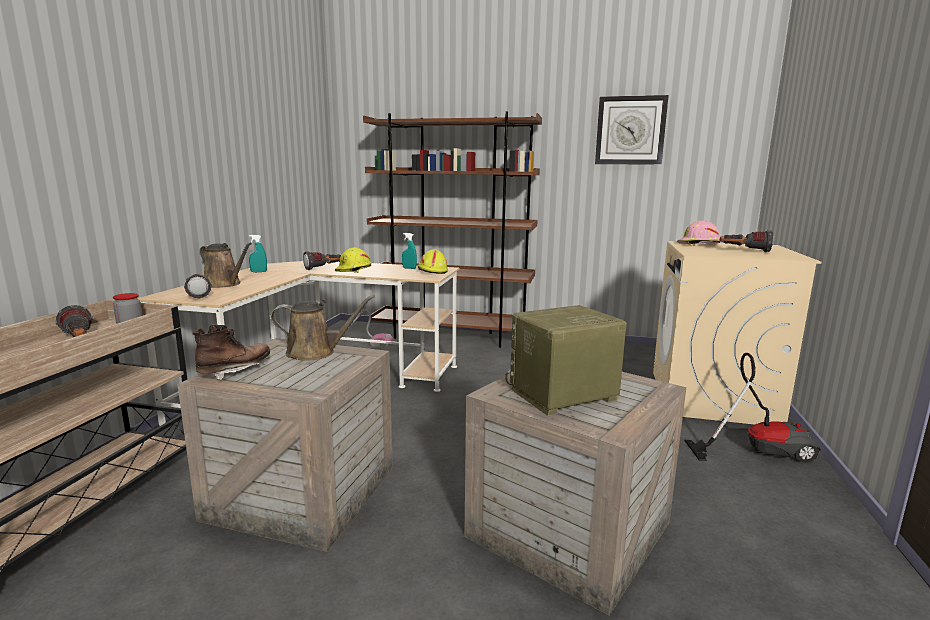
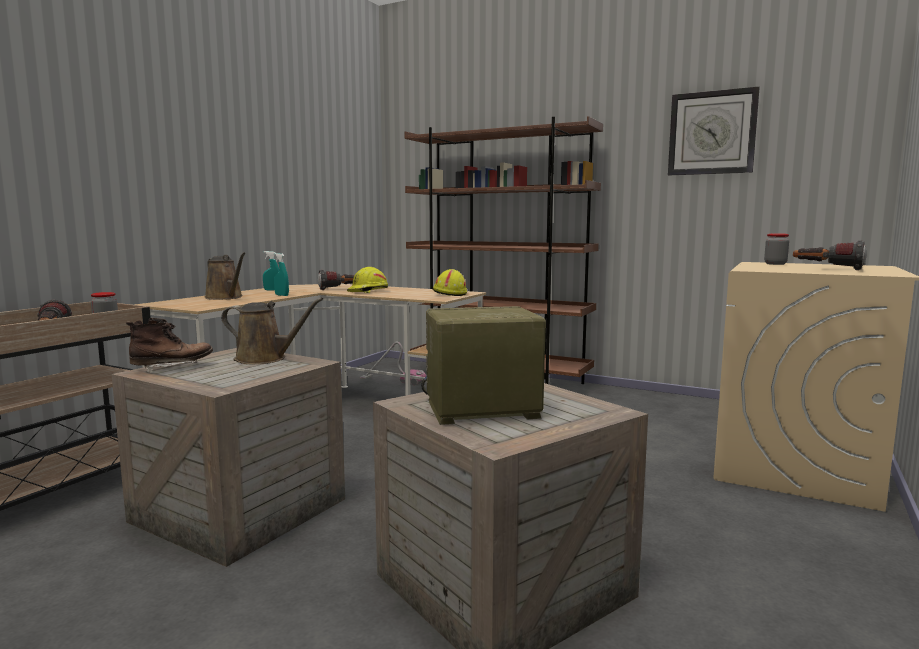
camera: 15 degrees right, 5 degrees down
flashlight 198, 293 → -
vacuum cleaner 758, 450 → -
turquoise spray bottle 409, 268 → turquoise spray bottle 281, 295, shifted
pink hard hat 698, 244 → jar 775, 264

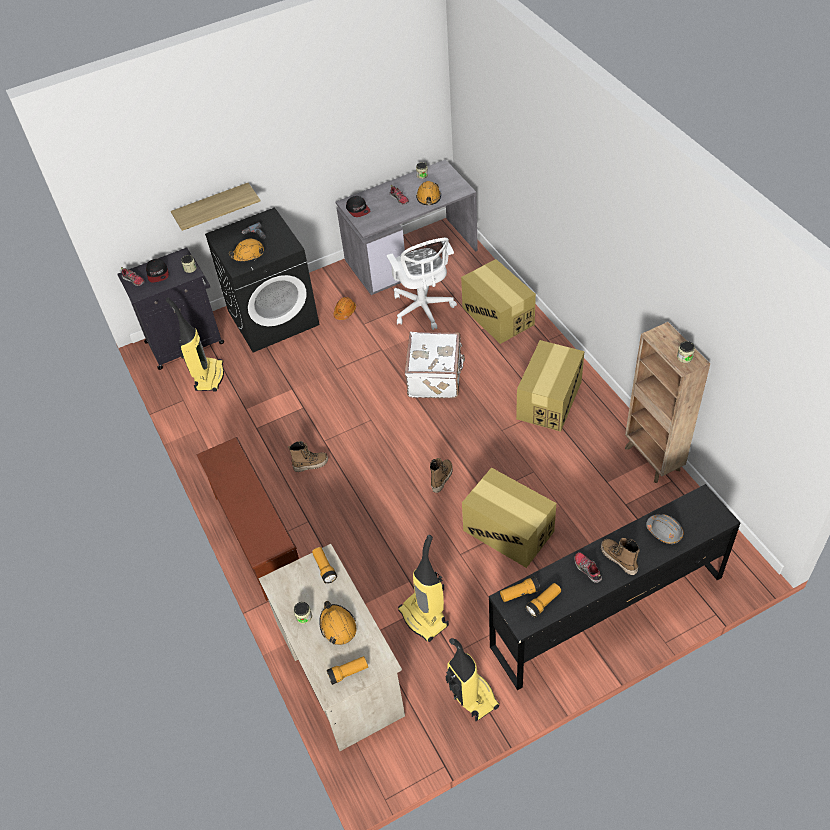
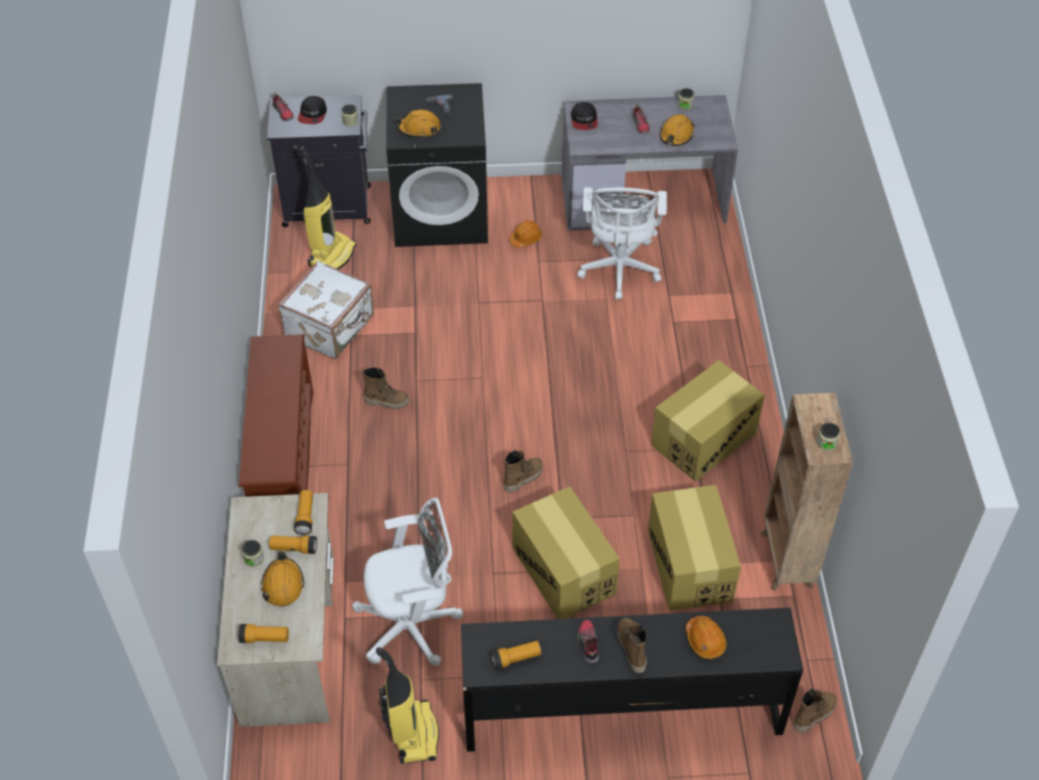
camera: 20 degrees right, 0 degrees up
shelf 212, 207 → -
- → boot 813, 714
white suitcase 436, 378 → white suitcase 331, 327, shifted
cardboard box 498, 316 → cardboard box 689, 565, shifted
flashlight 519, 593 → flashlight 294, 548, shifted
vacuum cleaner 424, 617 → white office chair 412, 626
grey hard hat 664, 531 → orange hard hat 705, 640

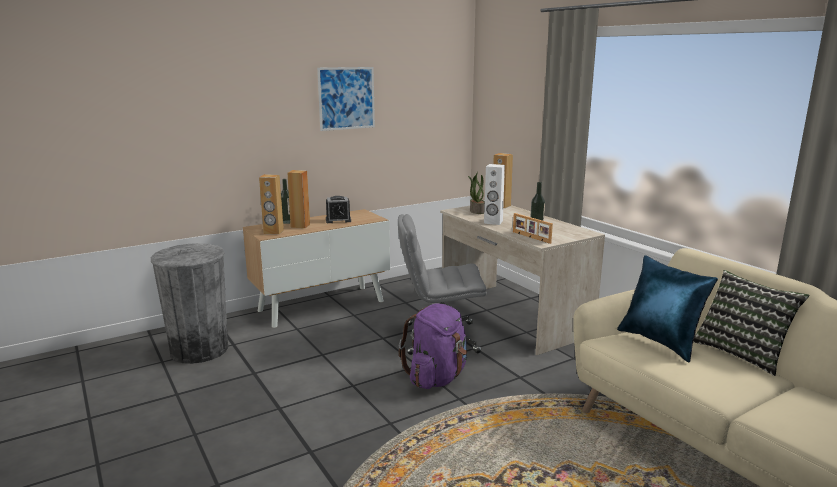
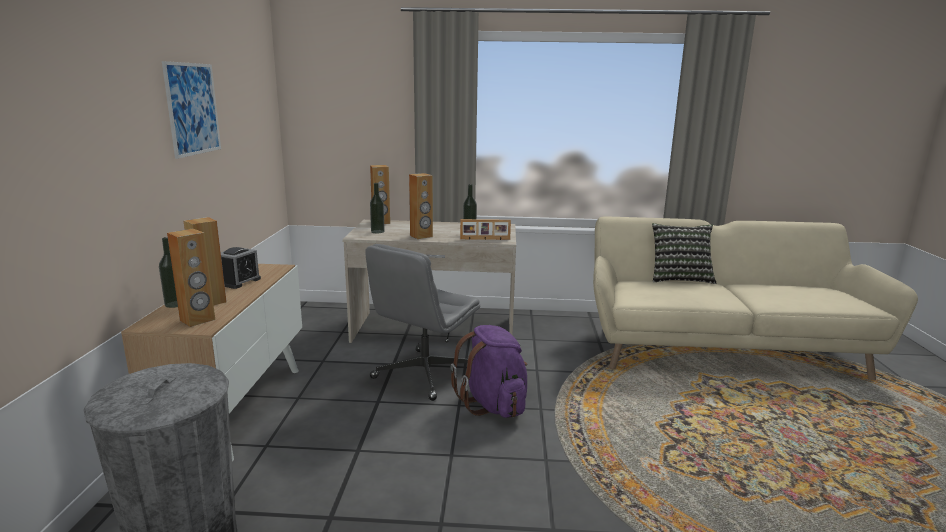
camera: 55 degrees left, 0 degrees up
blue pillow 661, 342 → -
potted plant 476, 211 → bottle 377, 231
white speaker 493, 222 → brown speaker 421, 236

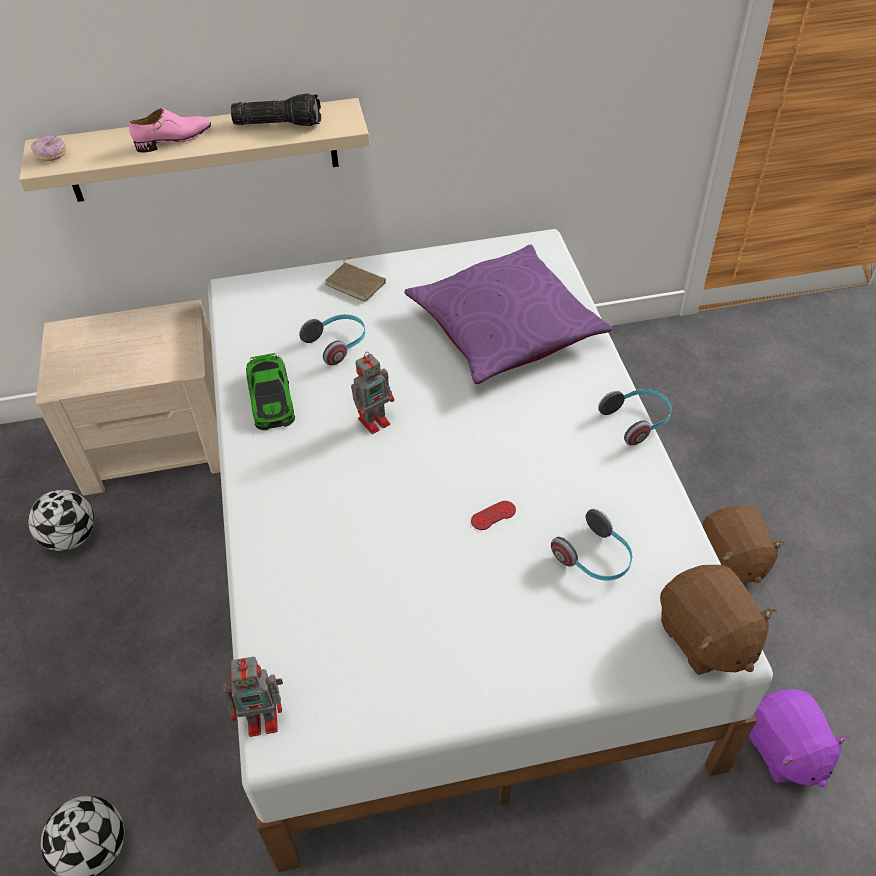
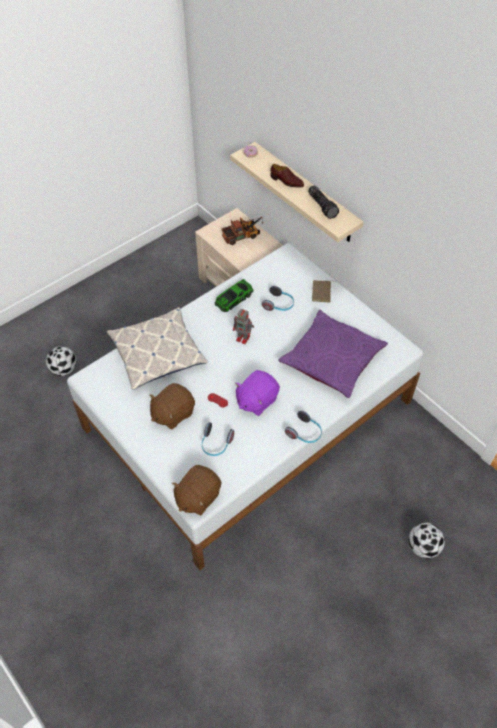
camera: 60 degrees right, 5 degrees up
toy robot 264, 718 → -
- → pillow 157, 353
- → toy truck 243, 236
football 71, 538 → football 422, 547, shifted
brown plush toy 732, 559 → brown plush toy 172, 413, shifted
purple plush toy 784, 750 → purple plush toy 256, 400, shifted
pink shoe 174, 139 → brown shoe 286, 181

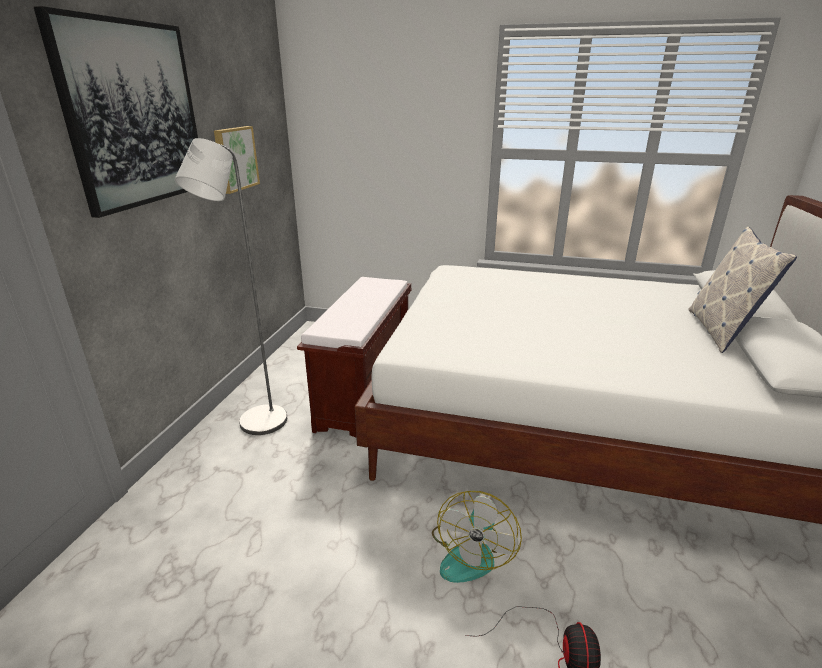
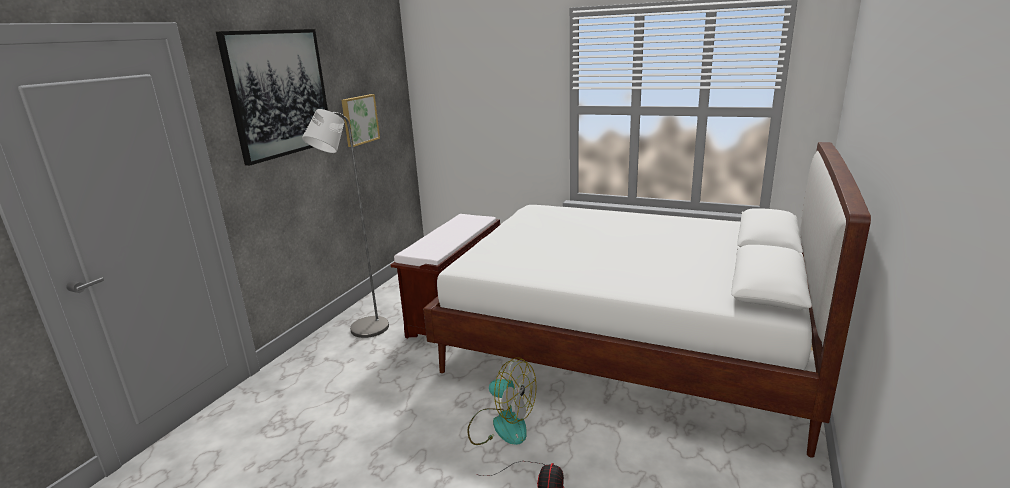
camera: 10 degrees right, 5 degrees down
pillow 721, 331 → -
fan 471, 553 → fan 501, 425, 90 degrees counterclockwise

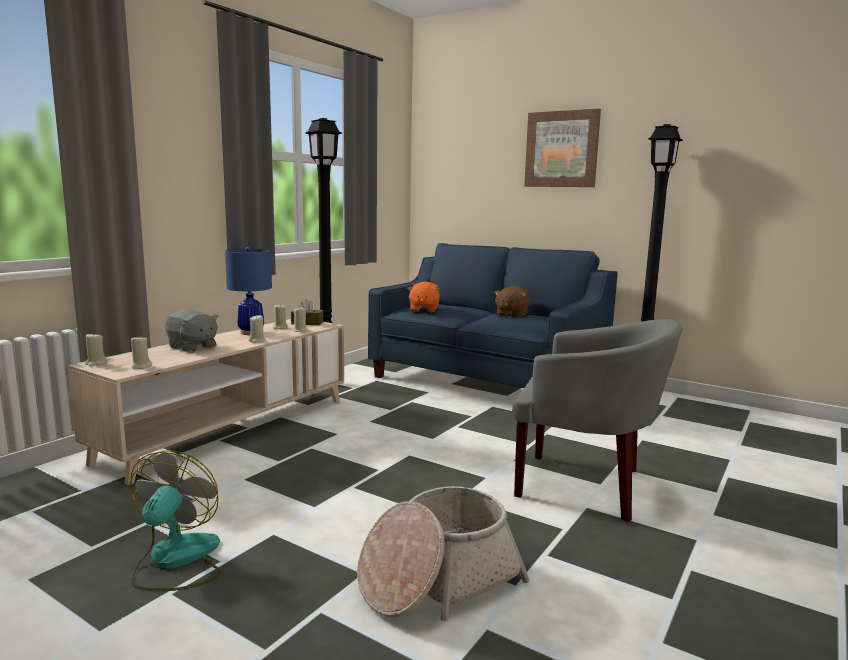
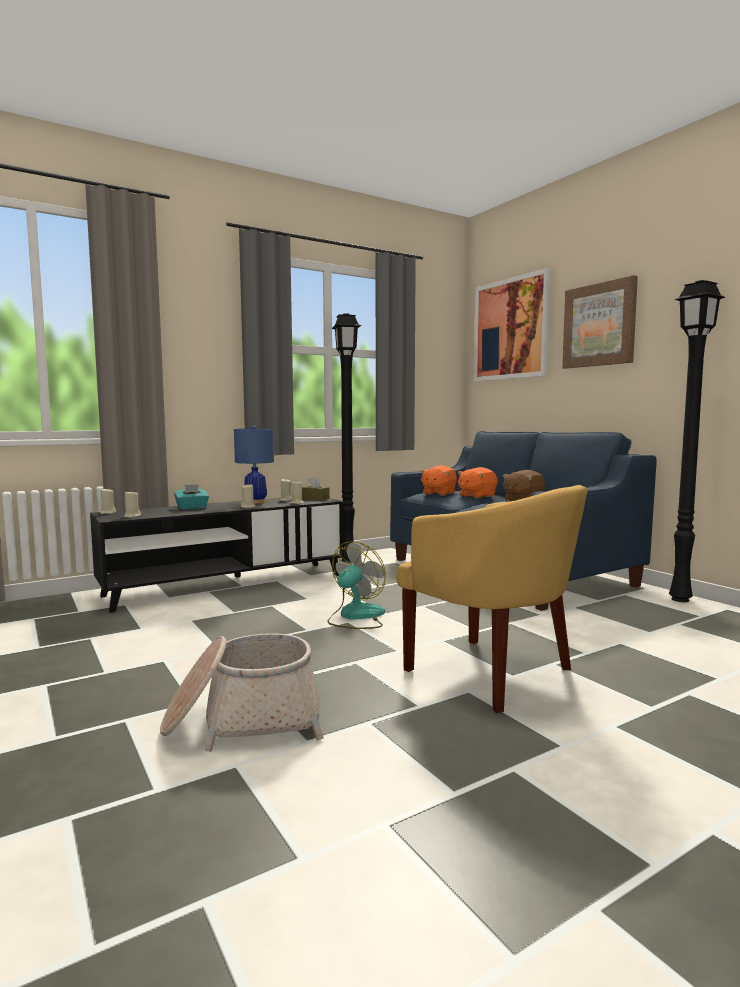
camera: 25 degrees right, 5 degrees down
- → orange plush toy 476, 496
- → picture 511, 329
fan 175, 561 → fan 355, 617, shifted
grey plush toy 192, 347 → turquoise tissue box 192, 508
beige tv stand 230, 429 → black tv stand 227, 585
grey armchair 585, 486 → yellow armchair 492, 673

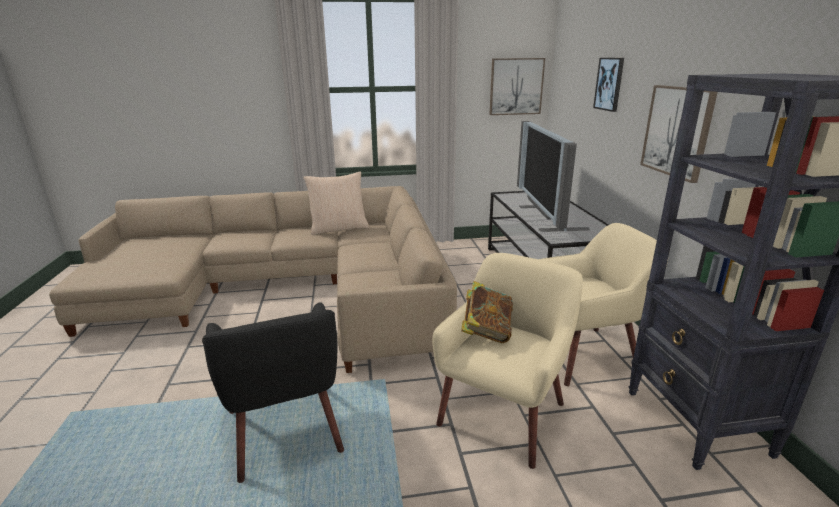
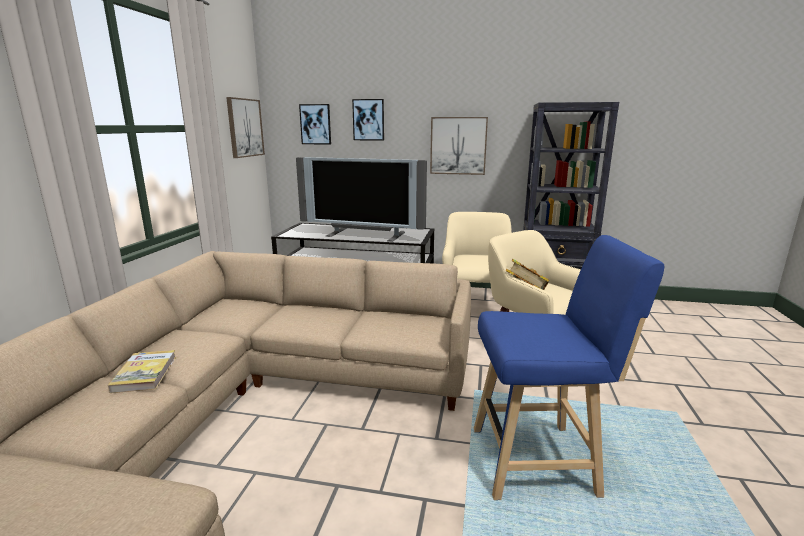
camera: 70 degrees left, 5 degrees down
beige pillow 339, 228 → -
- → book 145, 373
- → picture 315, 124
black armchair 286, 431 → blue stool 540, 460

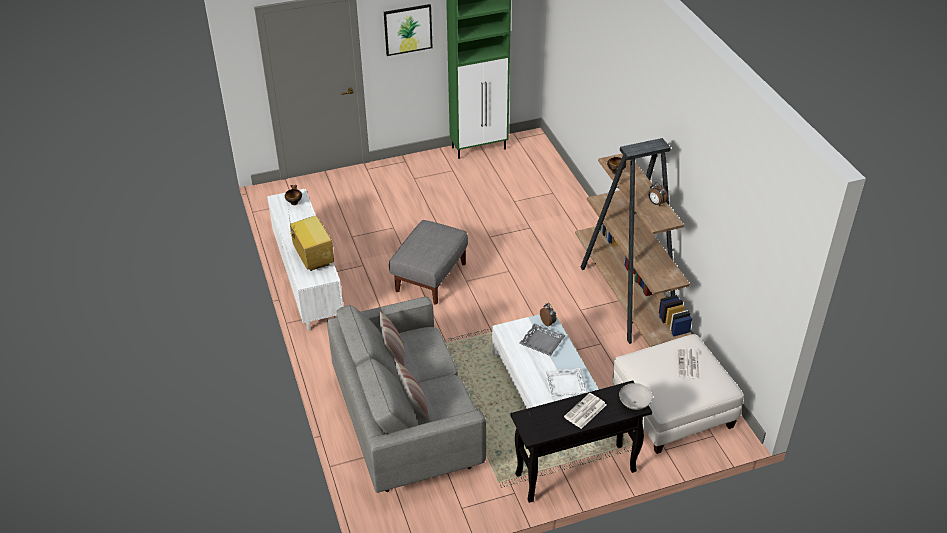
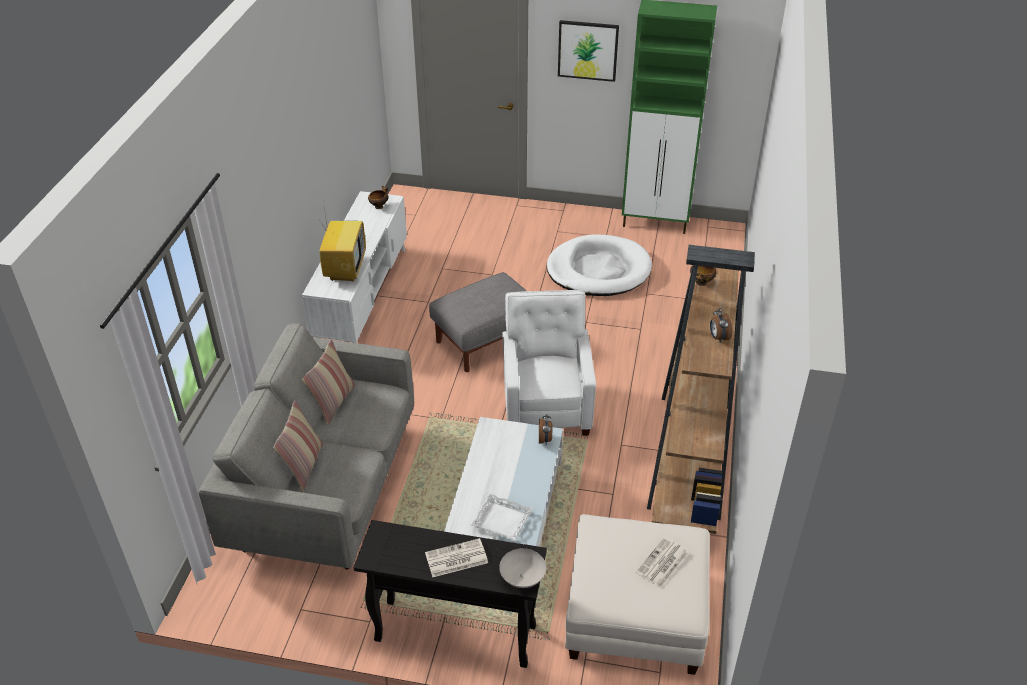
camera: 30 degrees right, 0 degrees up
grey tray 542, 342 → -
- → white armchair 547, 405
- → white dog bed 598, 270

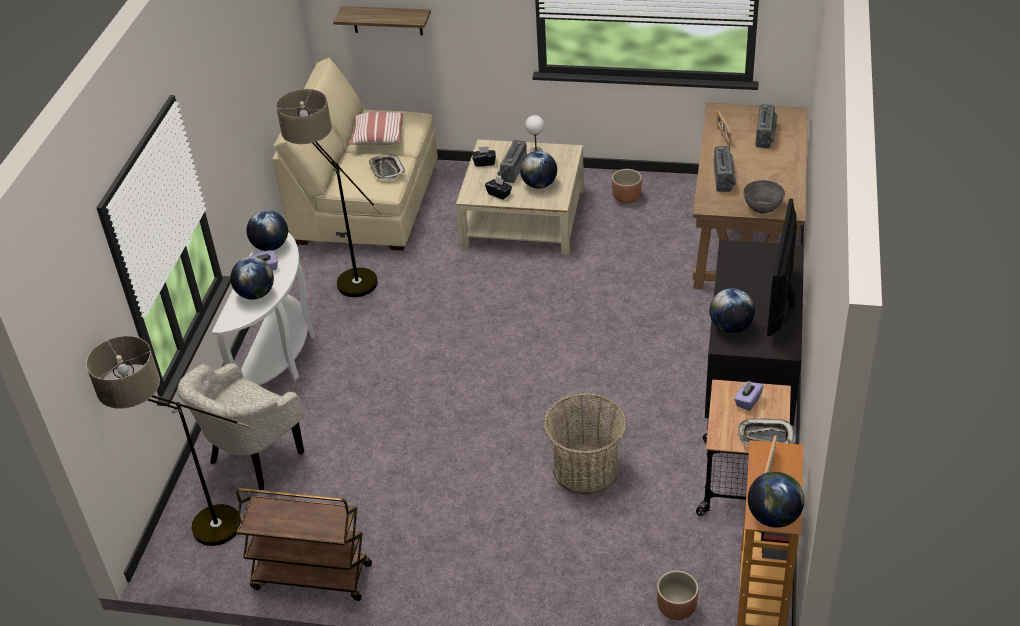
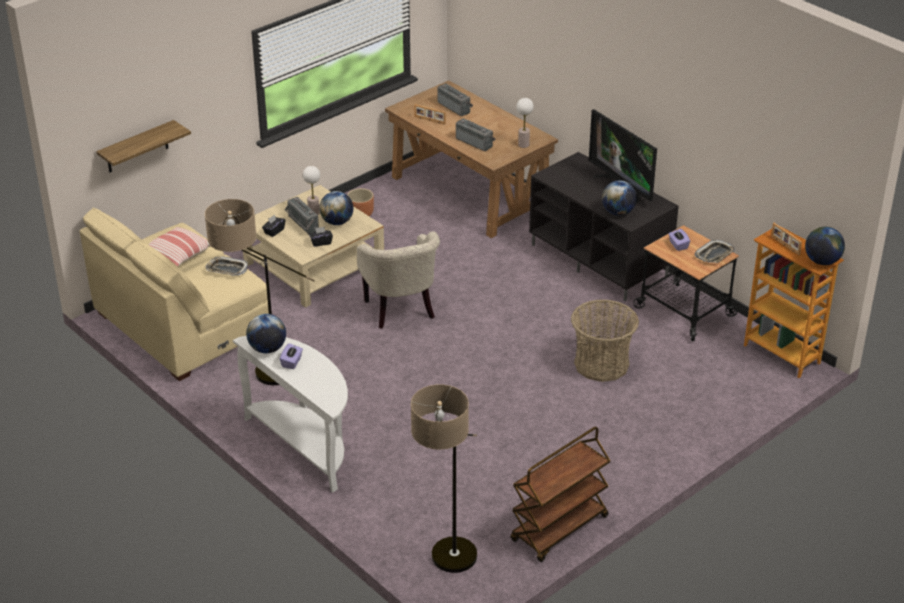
camera: 55 degrees left, 5 degrees down
globe 256, 294 → -
brown planter 676, 609 → -
beige armchair 252, 460 → beige armchair 401, 311, shifted
grey bowl 762, 207 → table lamp 523, 145

